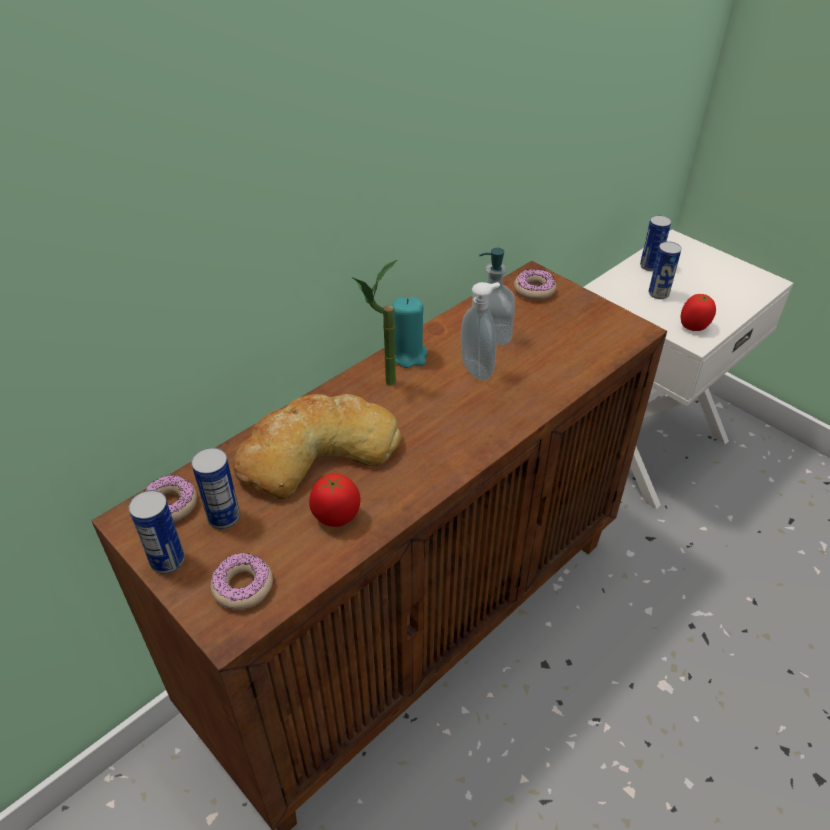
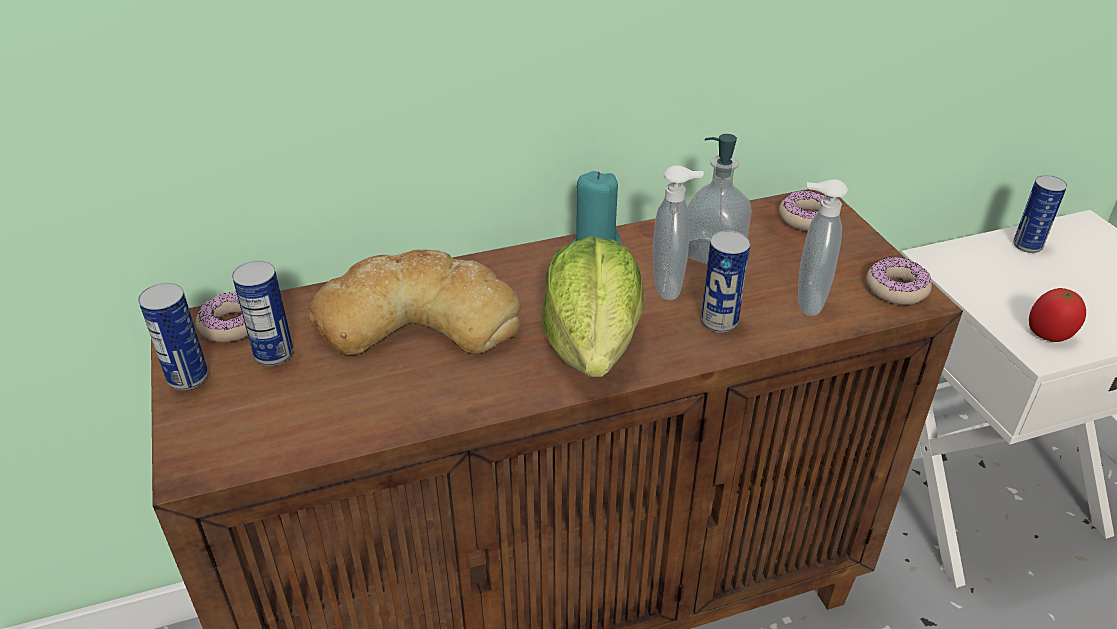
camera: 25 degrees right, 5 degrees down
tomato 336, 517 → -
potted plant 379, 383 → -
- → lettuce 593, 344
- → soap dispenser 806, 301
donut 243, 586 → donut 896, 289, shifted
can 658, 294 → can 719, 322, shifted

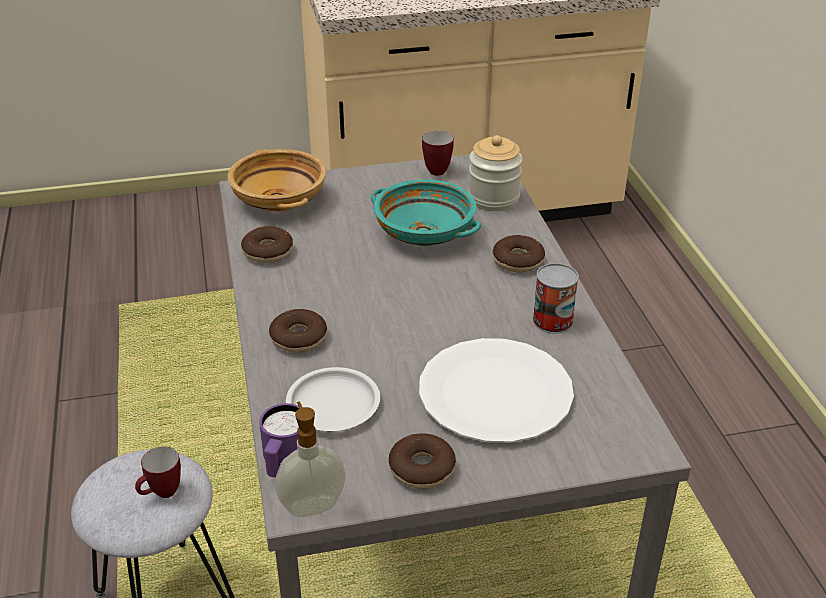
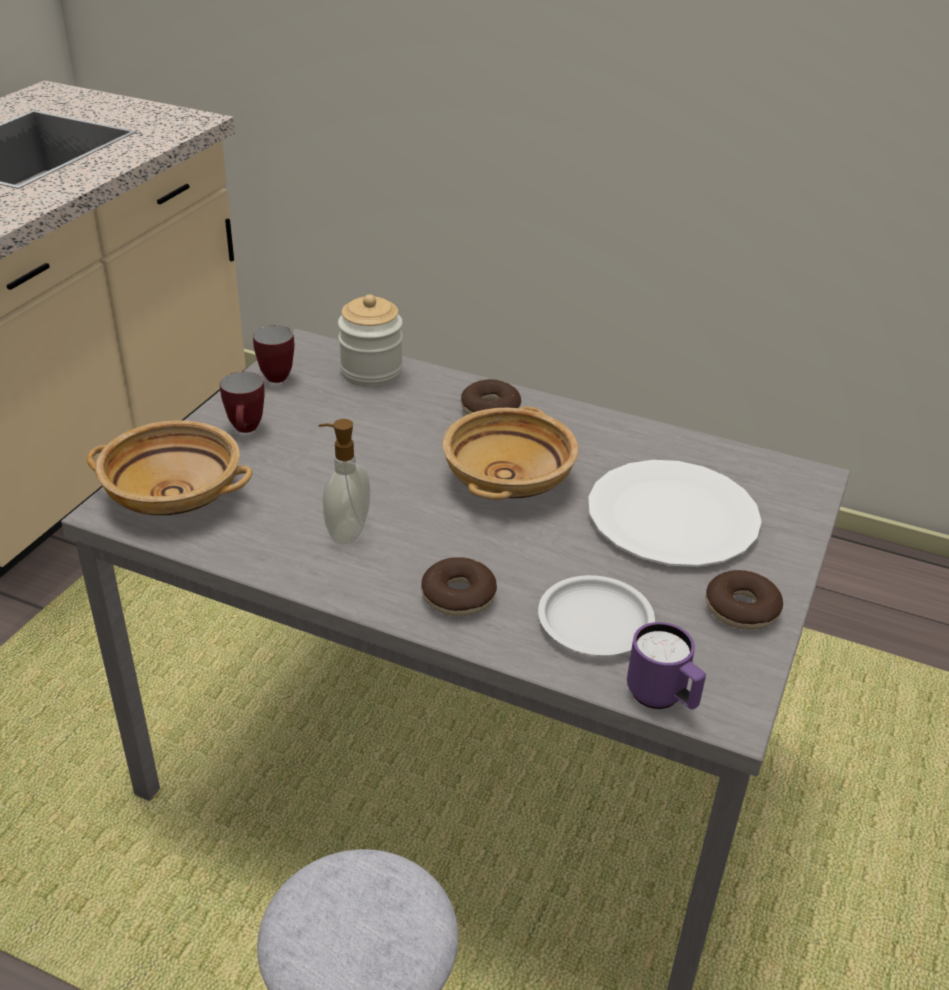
camera: 55 degrees left, 0 degrees up
donut 268, 252 → -
turquoise bowl 425, 233 → -
can 552, 321 → -
- → beige bowl 508, 480
mug 162, 494 → mug 246, 430, shifted
soap dispenser 312, 505 → soap dispenser 346, 531, shifted

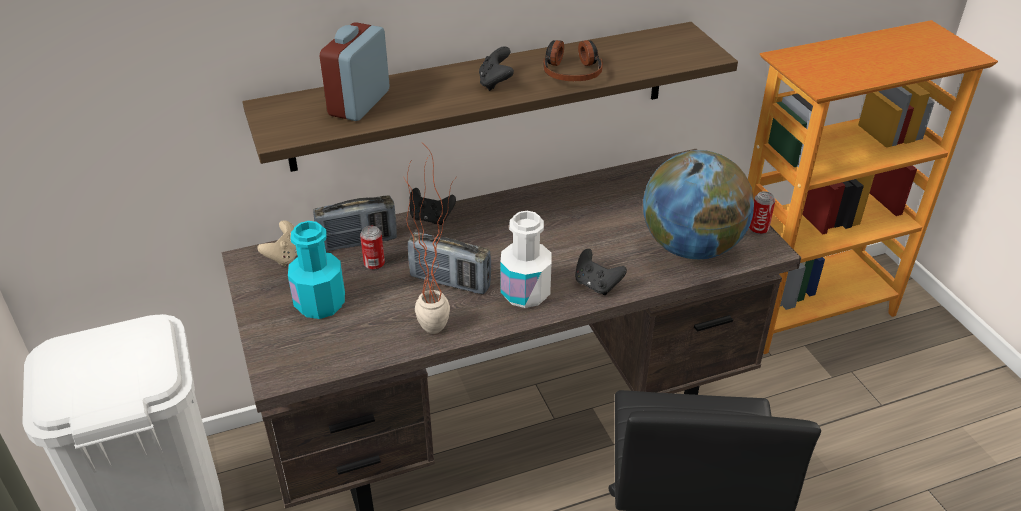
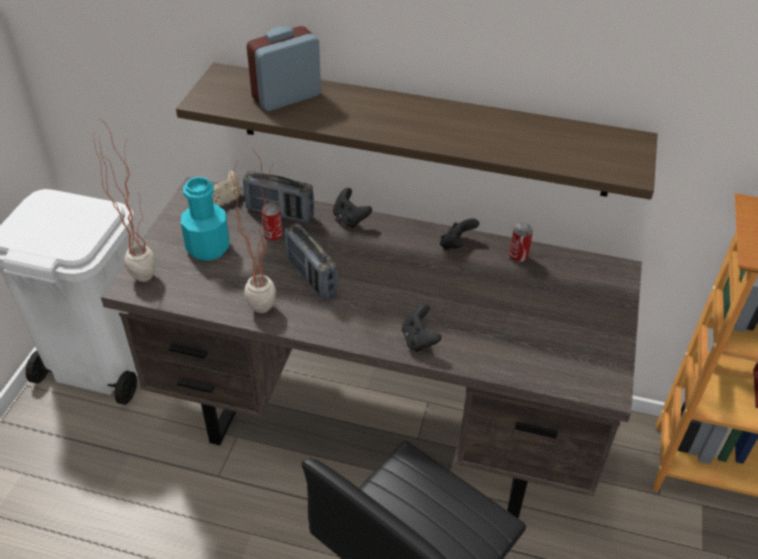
camera: 35 degrees right, 5 degrees up
white bottle 525, 293 → -
headphones 572, 71 → -
globe 691, 247 → -
- → potted plant 143, 271
black game controller 495, 83 → black game controller 456, 245, shifted
can 758, 229 → can 518, 256, shifted

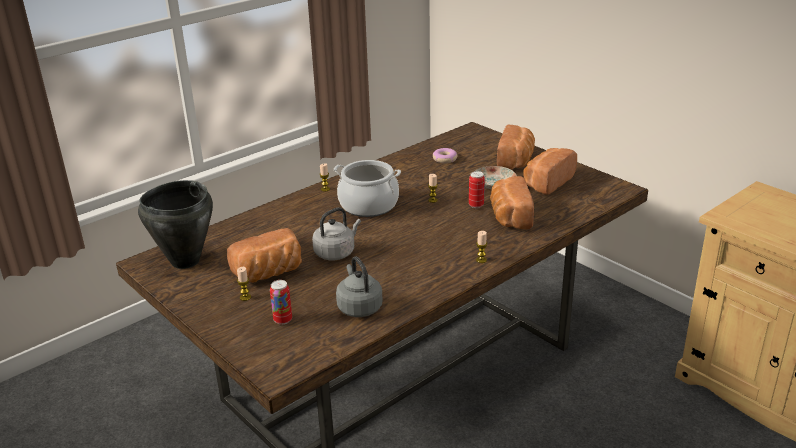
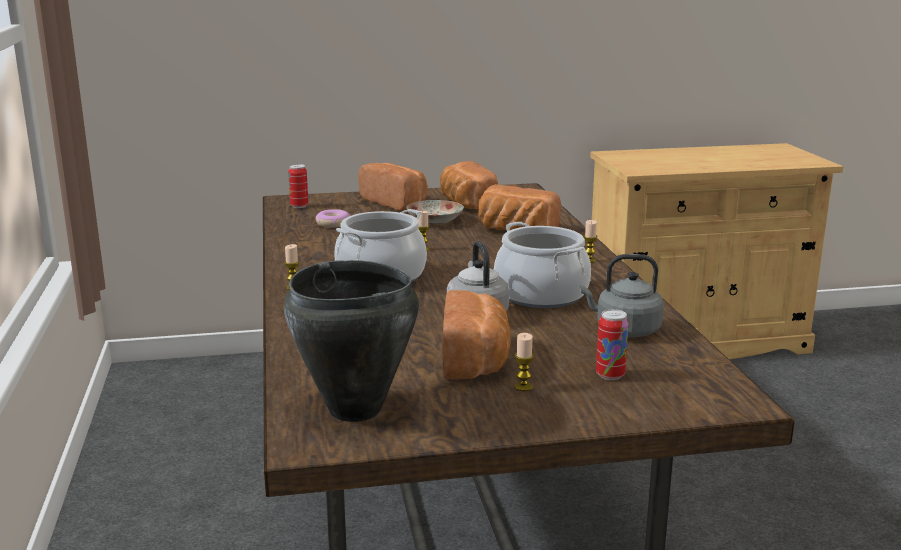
camera: 60 degrees left, 10 degrees down
- → cooking pot 541, 294
can 476, 205 → can 299, 206, shifted

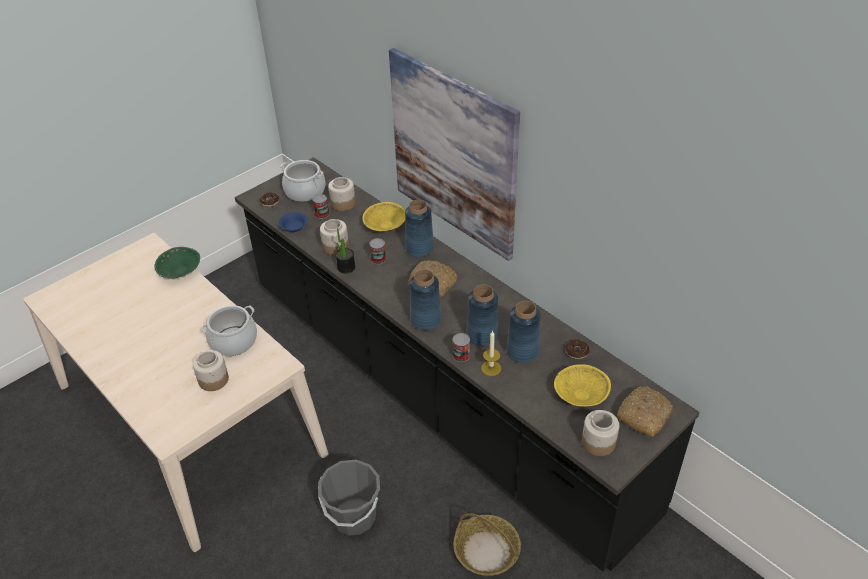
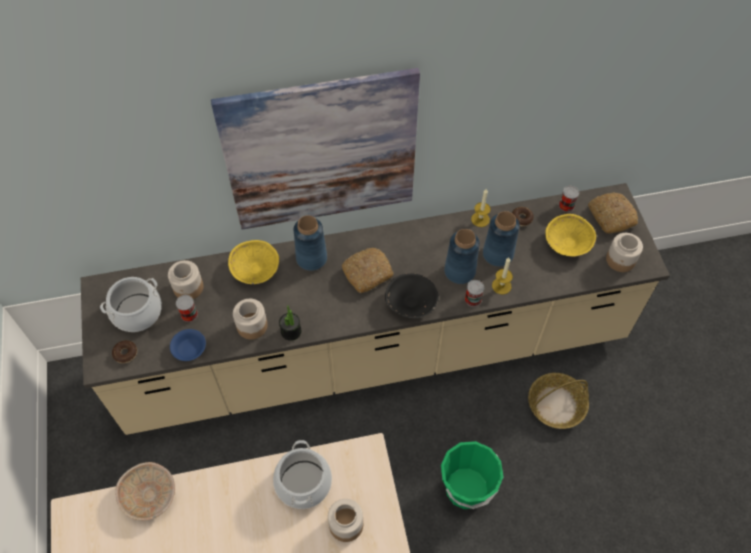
camera: 60 degrees left, 15 degrees up
- → candle 480, 219
can 378, 259 → can 566, 205, shifted
blue vase 426, 320 → black bowl 411, 303
green bowl 180, 272 → beige bowl 149, 496
black counter 437, 392 → beige counter 375, 352
grey bucket 354, 517 → green bucket 466, 488

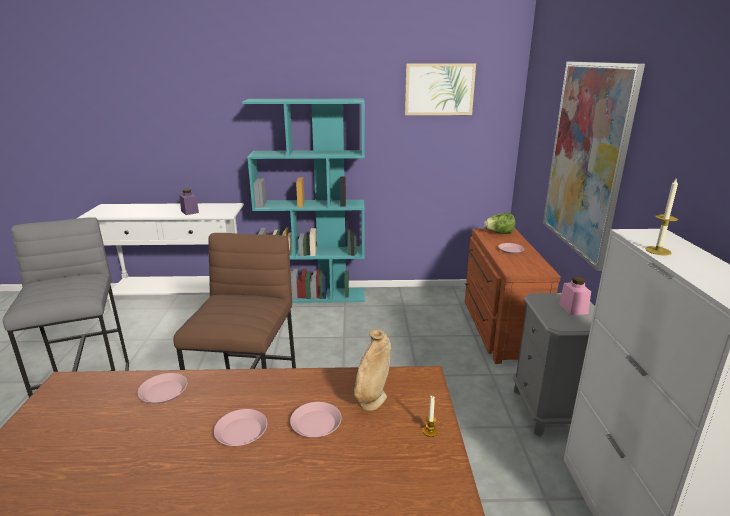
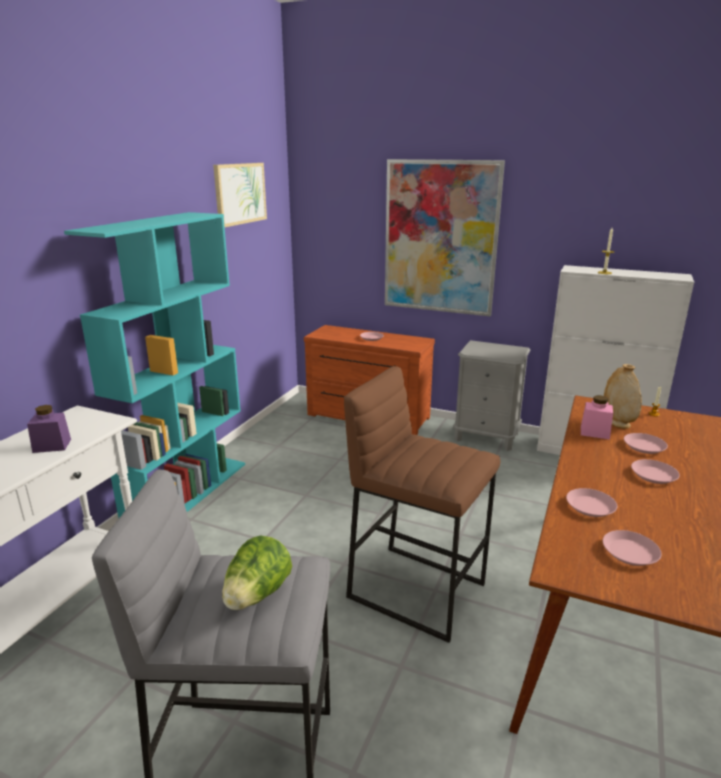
camera: 65 degrees left, 0 degrees up
- → pink plate 629, 552
lettuce 499, 233 → lettuce 257, 595, shifted
pink jar 573, 308 → pink jar 594, 432, shifted

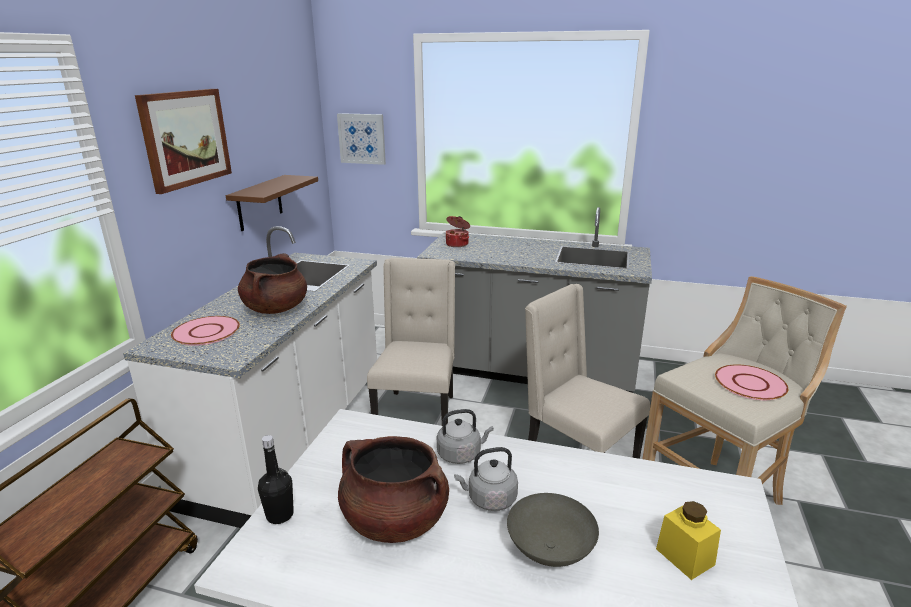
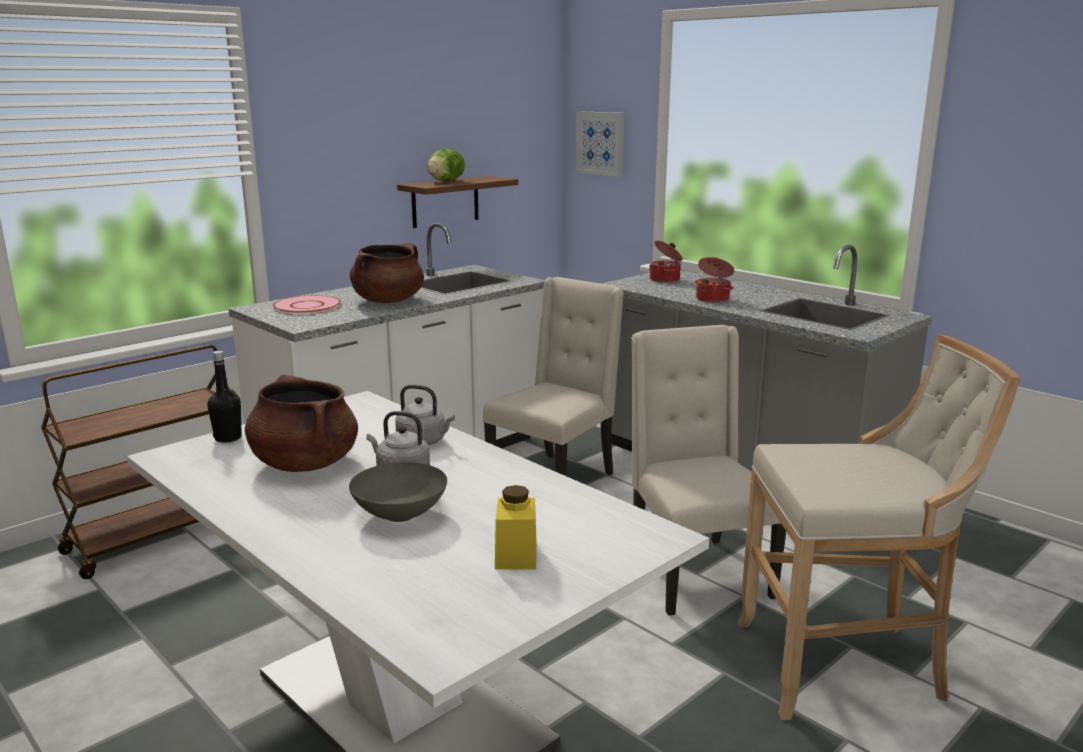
camera: 30 degrees right, 5 degrees down
picture 185, 138 → -
pink plate 750, 383 → -
- → lettuce 445, 181
- → cooking pot 713, 299

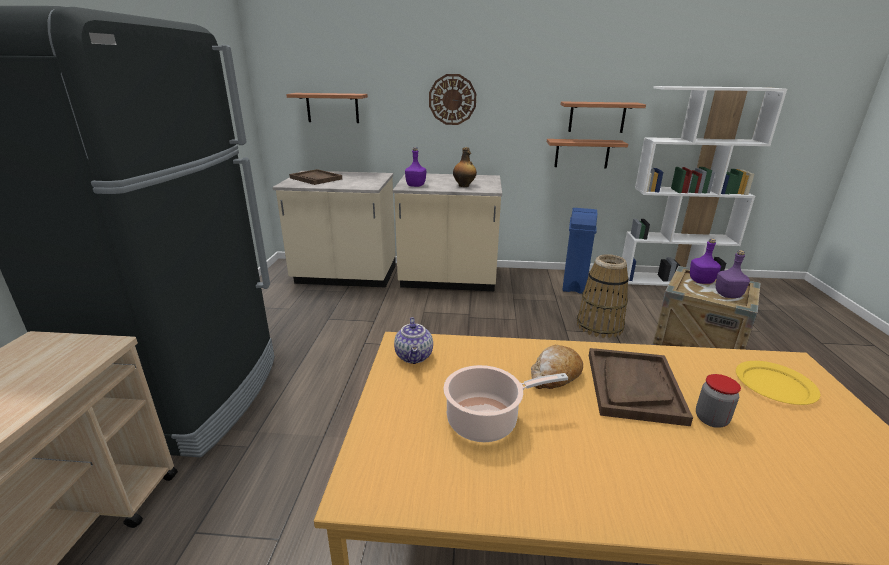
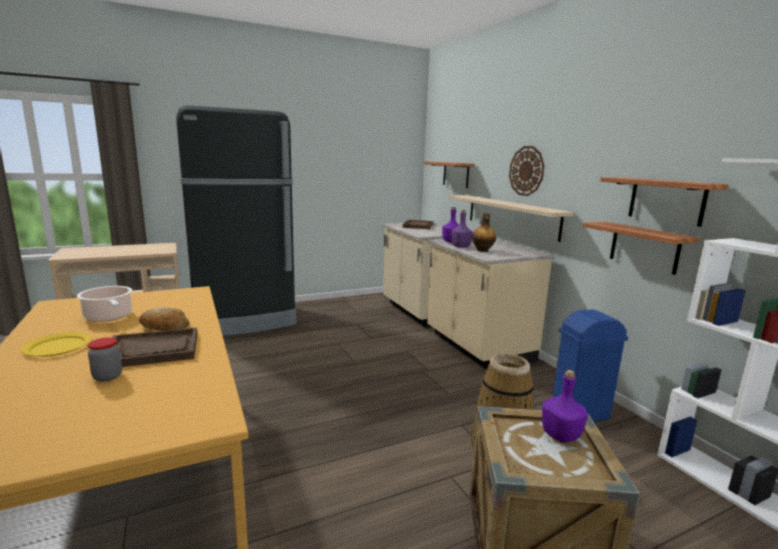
camera: 60 degrees right, 10 degrees down
teapot 415, 356 → -
- → shelf 511, 216
purple bottle 727, 295 → purple bottle 460, 246, shifted
yellow plate 775, 385 → yellow plate 58, 347, shifted

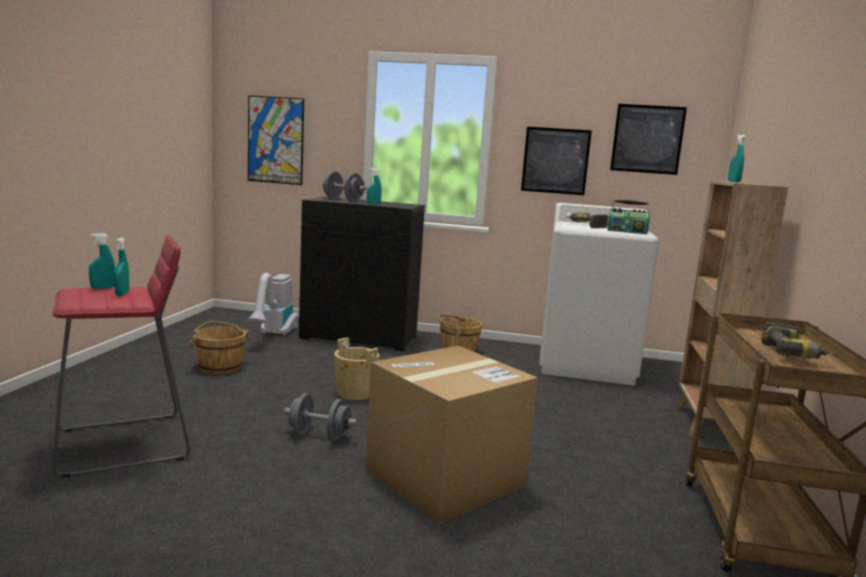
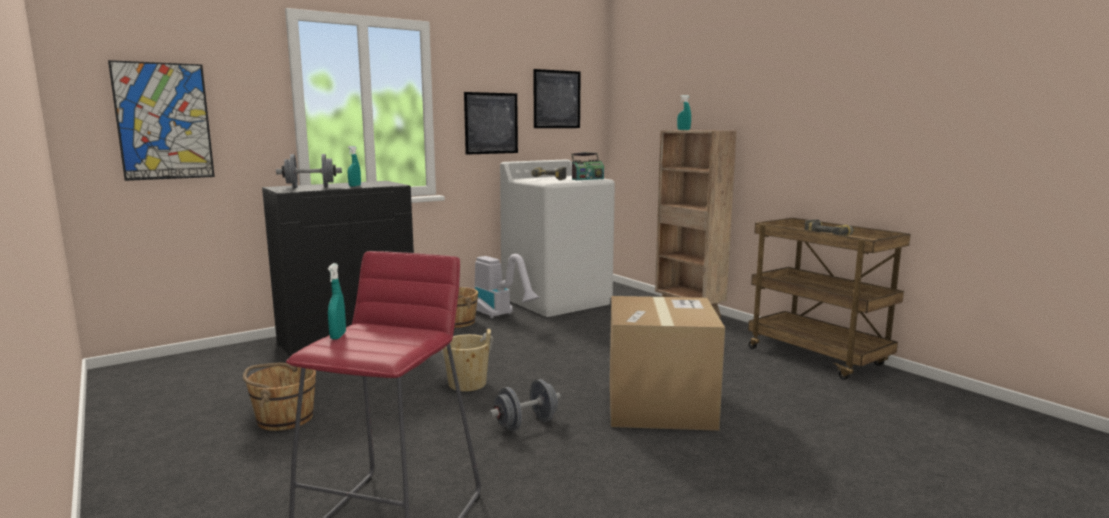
camera: 45 degrees left, 0 degrees up
turquoise spray bottle 122, 294 → -
vacuum cleaner 274, 335 → vacuum cleaner 501, 316, shifted

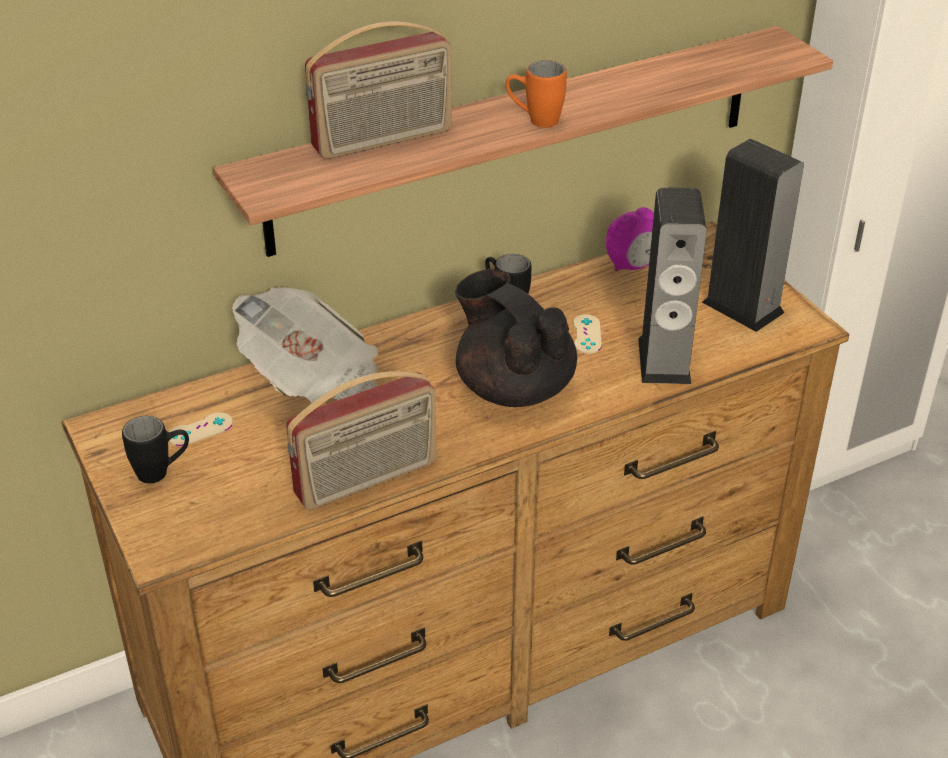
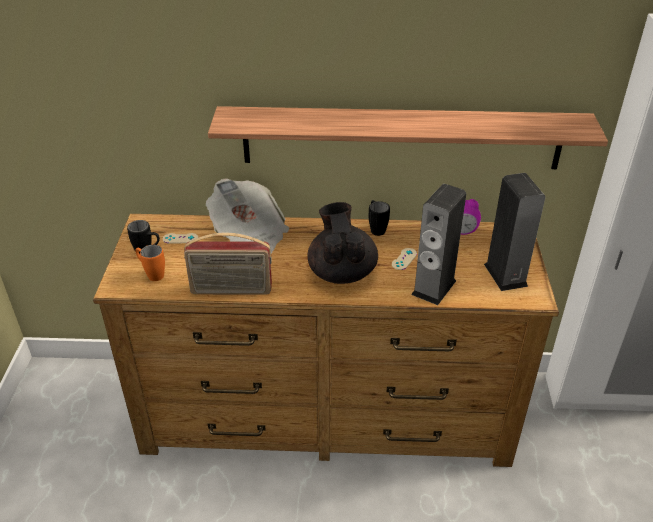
camera: 30 degrees right, 0 degrees up
radio 383, 140 → -
orange mug 534, 120 → orange mug 152, 274, shifted

